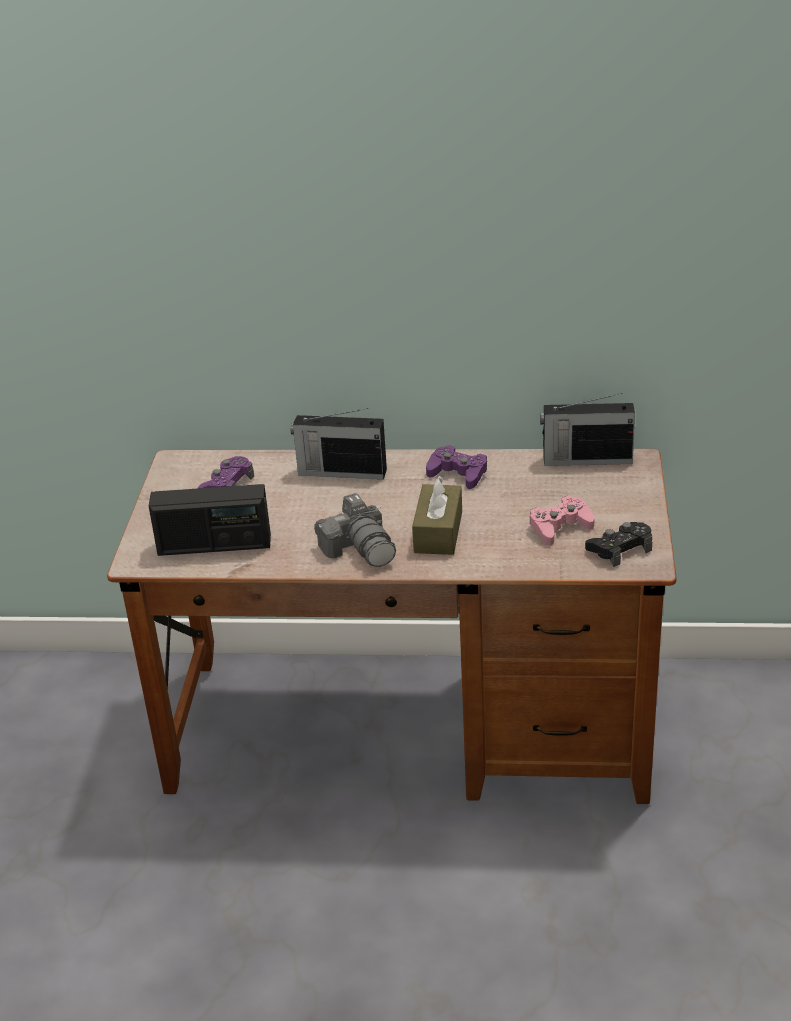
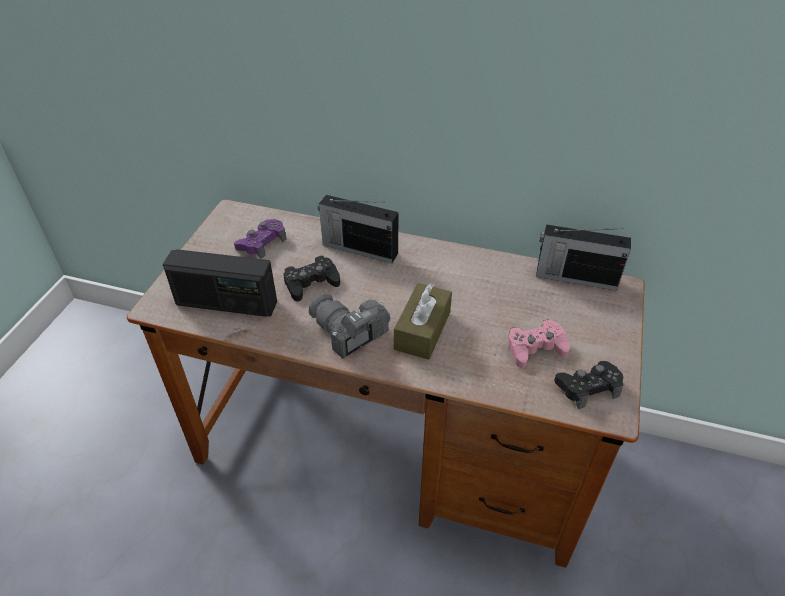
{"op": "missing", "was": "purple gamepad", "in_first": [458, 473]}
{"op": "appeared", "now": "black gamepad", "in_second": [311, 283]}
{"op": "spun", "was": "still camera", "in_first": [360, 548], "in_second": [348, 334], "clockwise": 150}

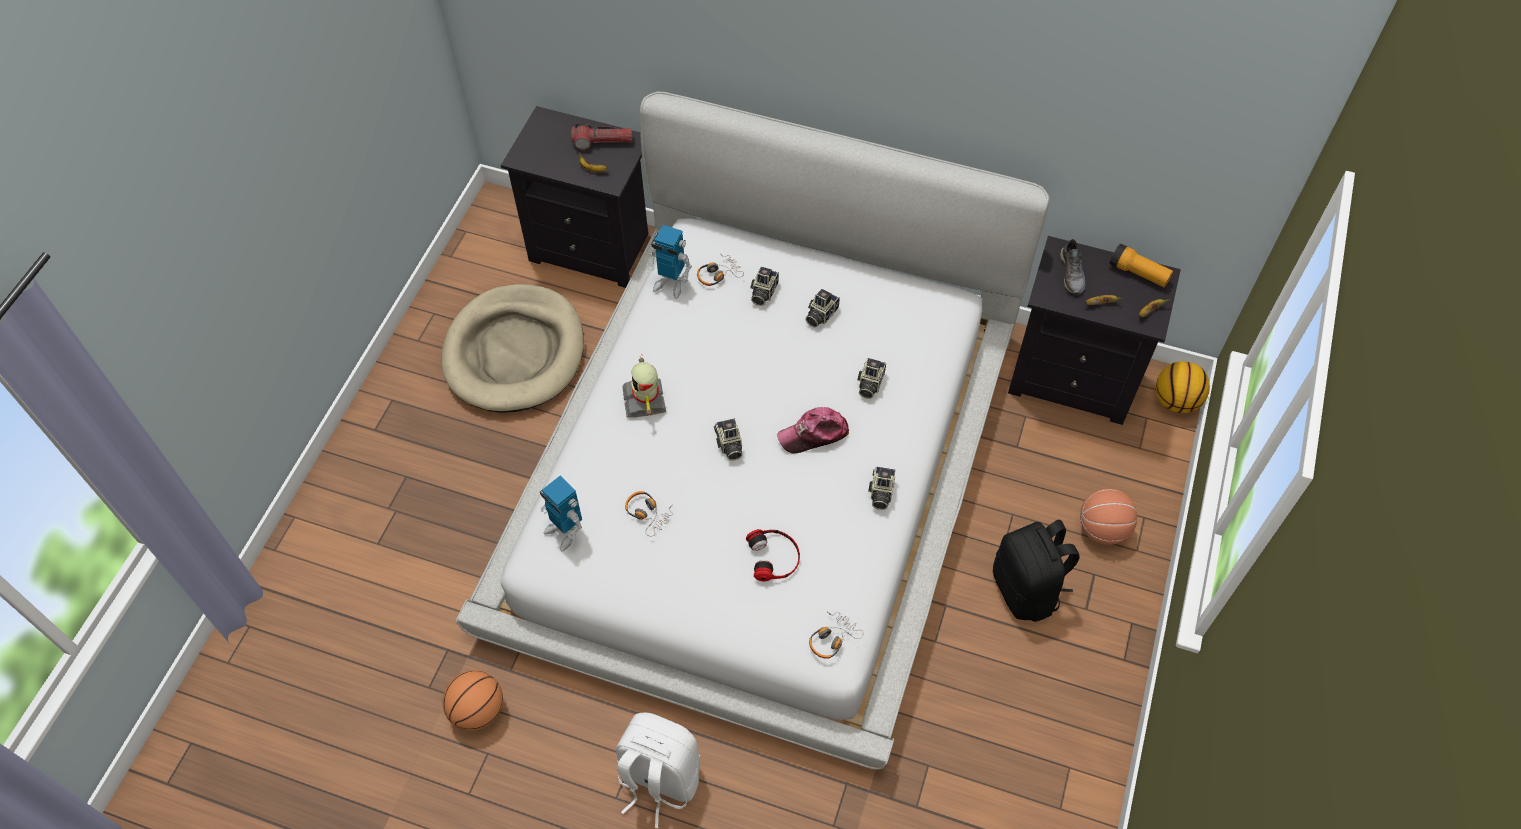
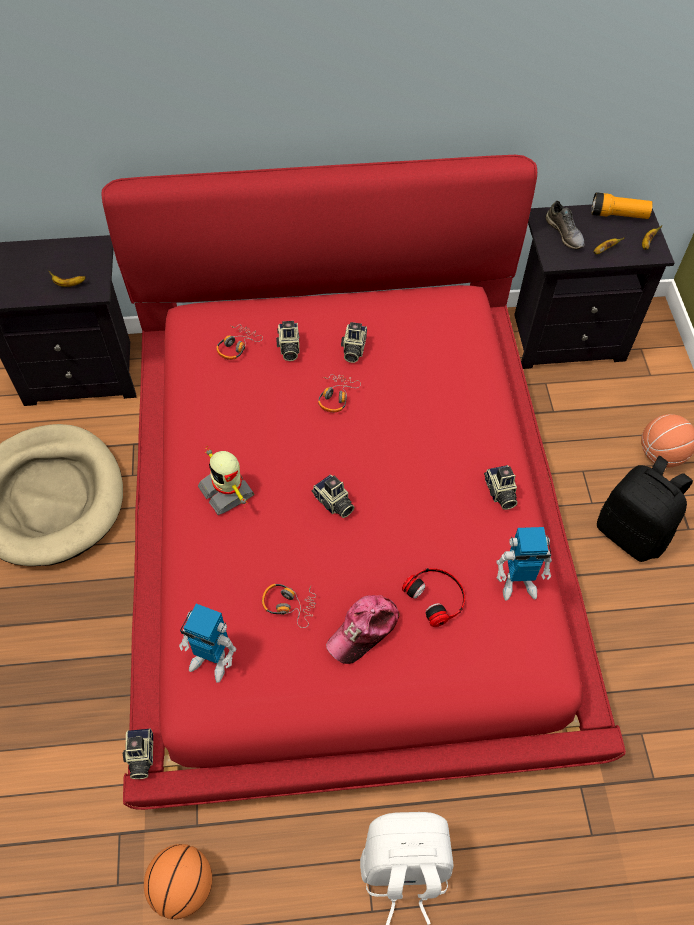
{"op": "missing", "was": "flashlight", "in_first": [602, 142]}
{"op": "missing", "was": "basketball", "in_first": [1176, 401]}
{"op": "relocated", "was": "robot figure", "in_first": [670, 284], "in_second": [518, 583]}
{"op": "relocated", "was": "peaked cap", "in_first": [814, 434], "in_second": [364, 630]}
{"op": "relocated", "was": "headset", "in_first": [832, 638], "in_second": [336, 396]}
{"op": "relocated", "was": "still camera", "in_first": [869, 384], "in_second": [140, 756]}
{"op": "colour", "was": "white-coloured bedroom bed", "now": "red-coloured bedroom bed", "in_first": [760, 474], "in_second": [346, 522]}

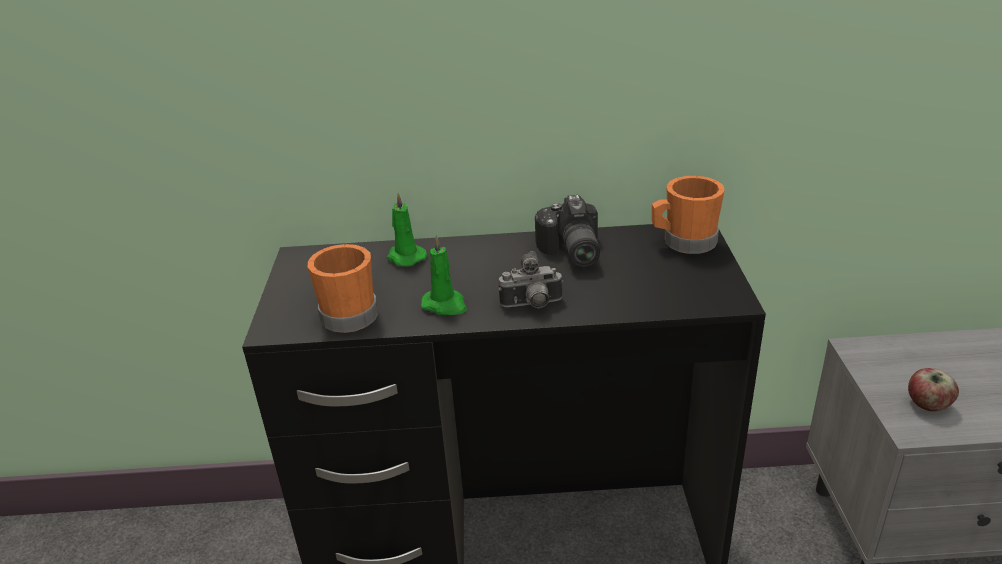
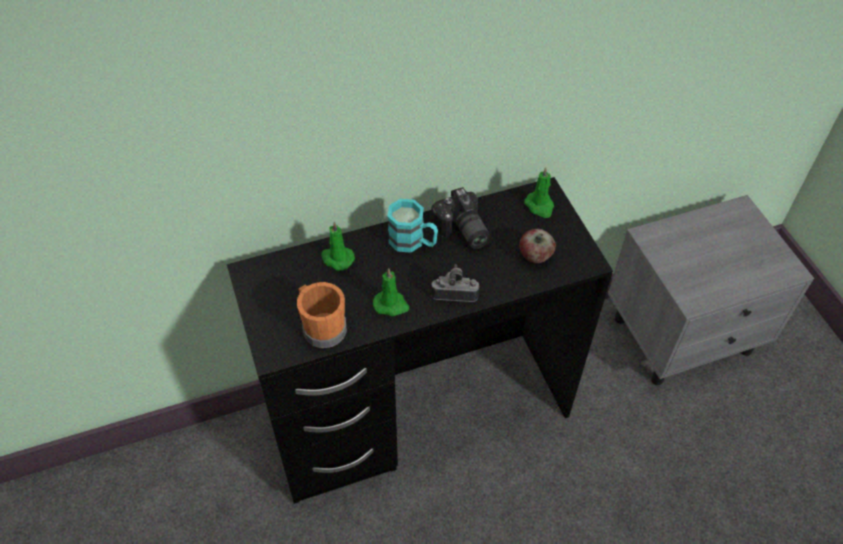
{"op": "appeared", "now": "blue-green coffee mug", "in_second": [413, 242]}
{"op": "relocated", "was": "whole apple", "in_first": [927, 405], "in_second": [535, 256]}
{"op": "exchanged", "was": "orange-coloured coffee mug", "now": "greenish wax candle", "in_first": [684, 242], "in_second": [540, 206]}
{"op": "spun", "was": "still camera", "in_first": [532, 305], "in_second": [454, 293], "clockwise": -150}

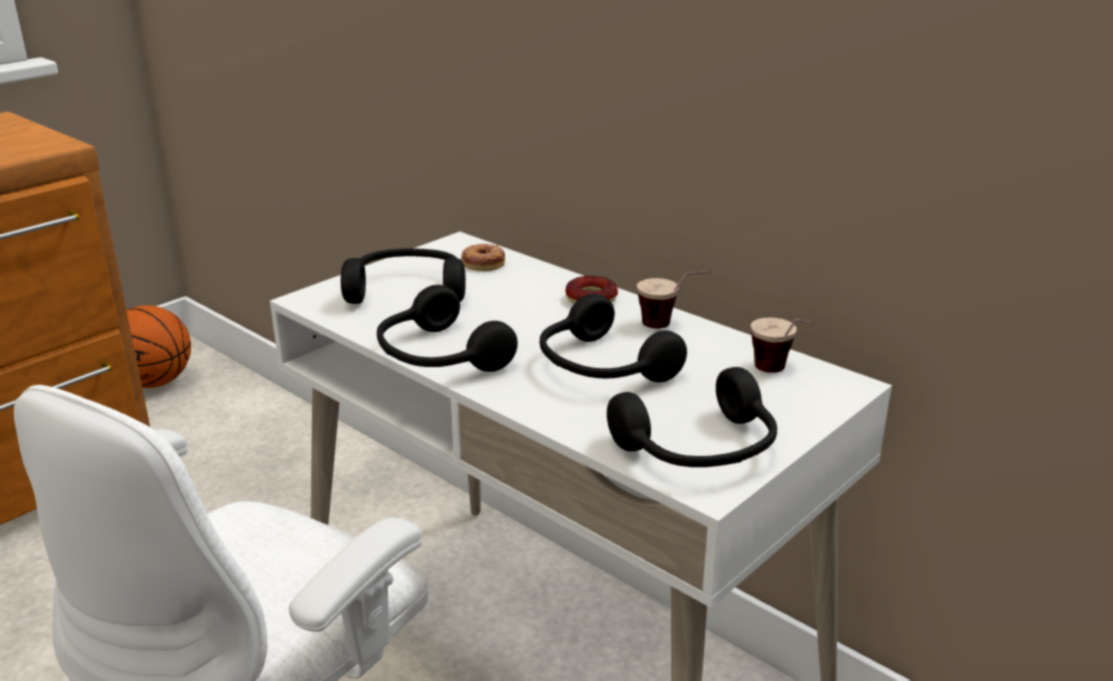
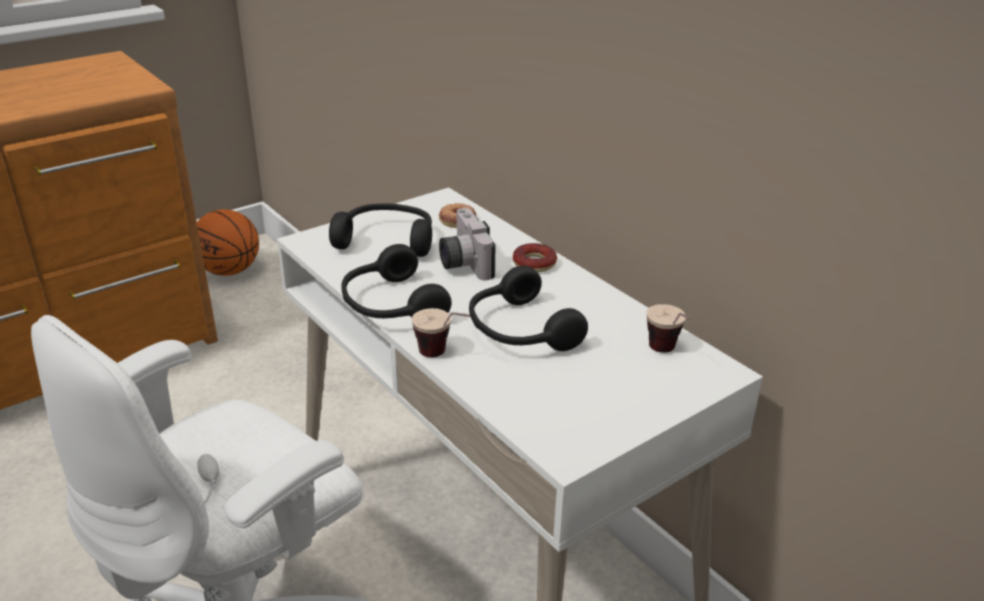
{"op": "missing", "was": "black headset", "in_first": [700, 450]}
{"op": "appeared", "now": "still camera", "in_second": [462, 262]}
{"op": "relocated", "was": "small cup", "in_first": [671, 327], "in_second": [443, 357]}

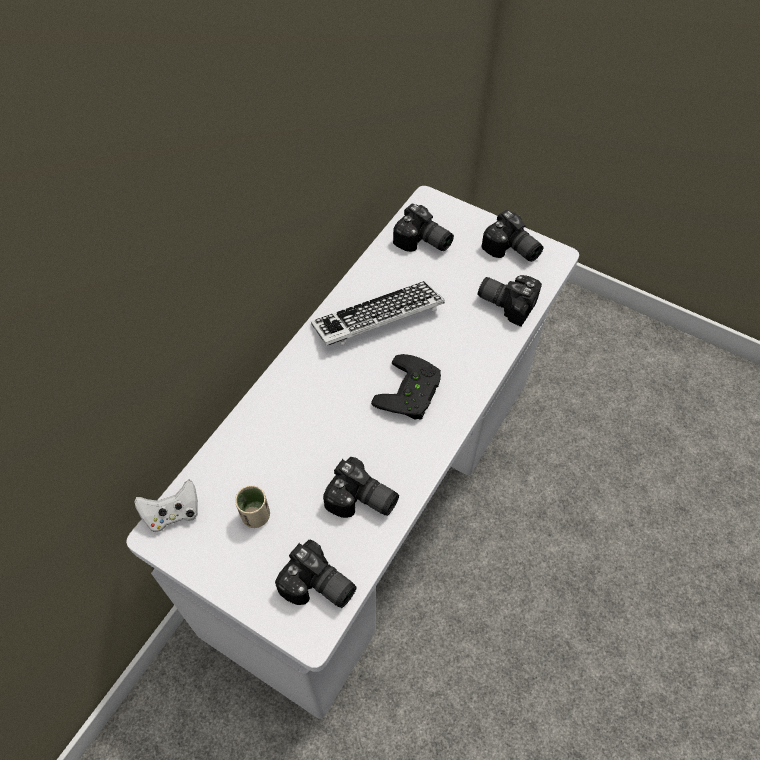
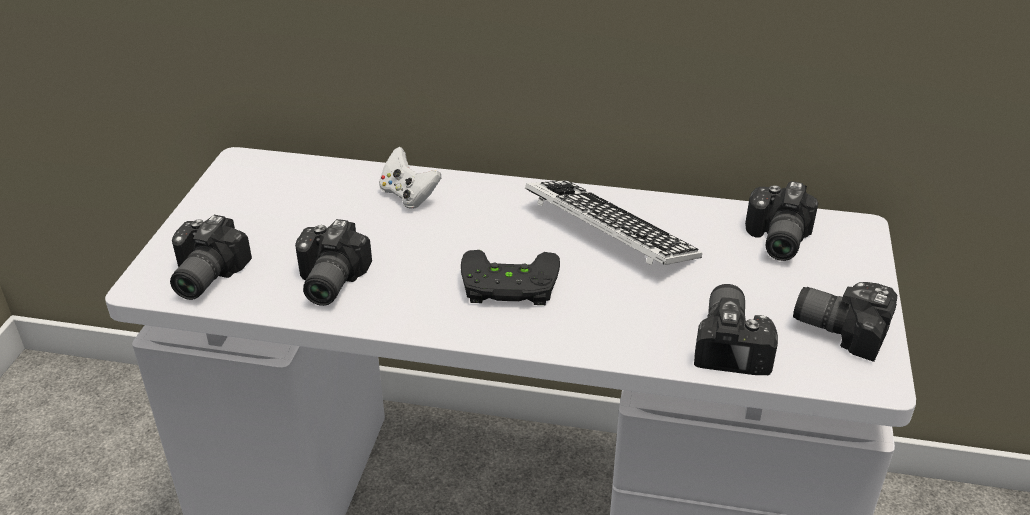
{"op": "missing", "was": "beige-coloured small cup", "in_first": [256, 516]}
{"op": "relocated", "was": "white-coloured gamepad", "in_first": [173, 514], "in_second": [408, 196]}
{"op": "spun", "was": "still camera", "in_first": [511, 250], "in_second": [841, 328], "clockwise": 90}

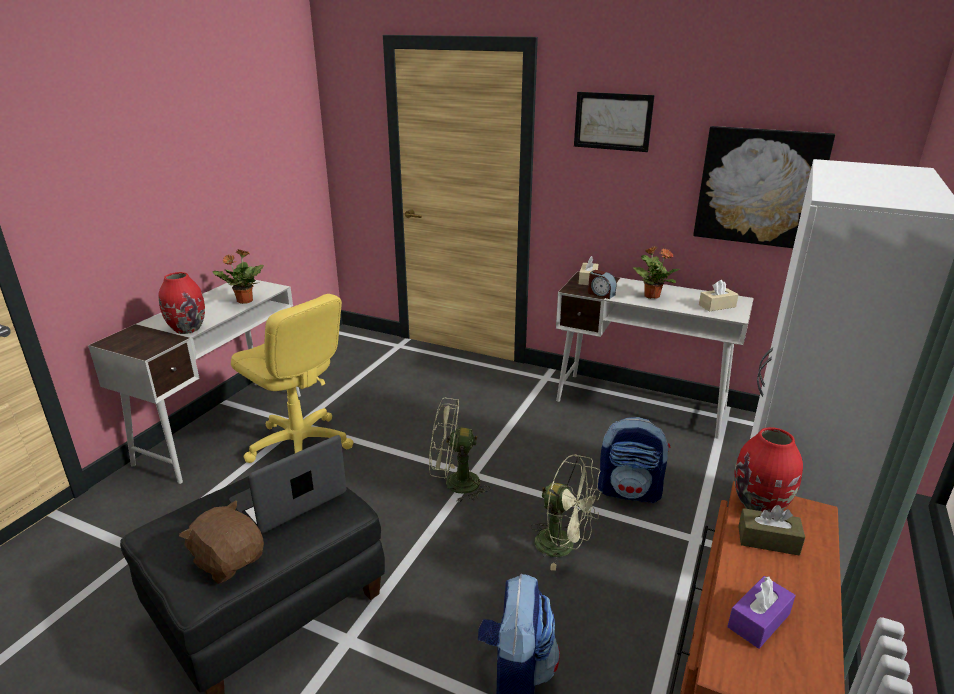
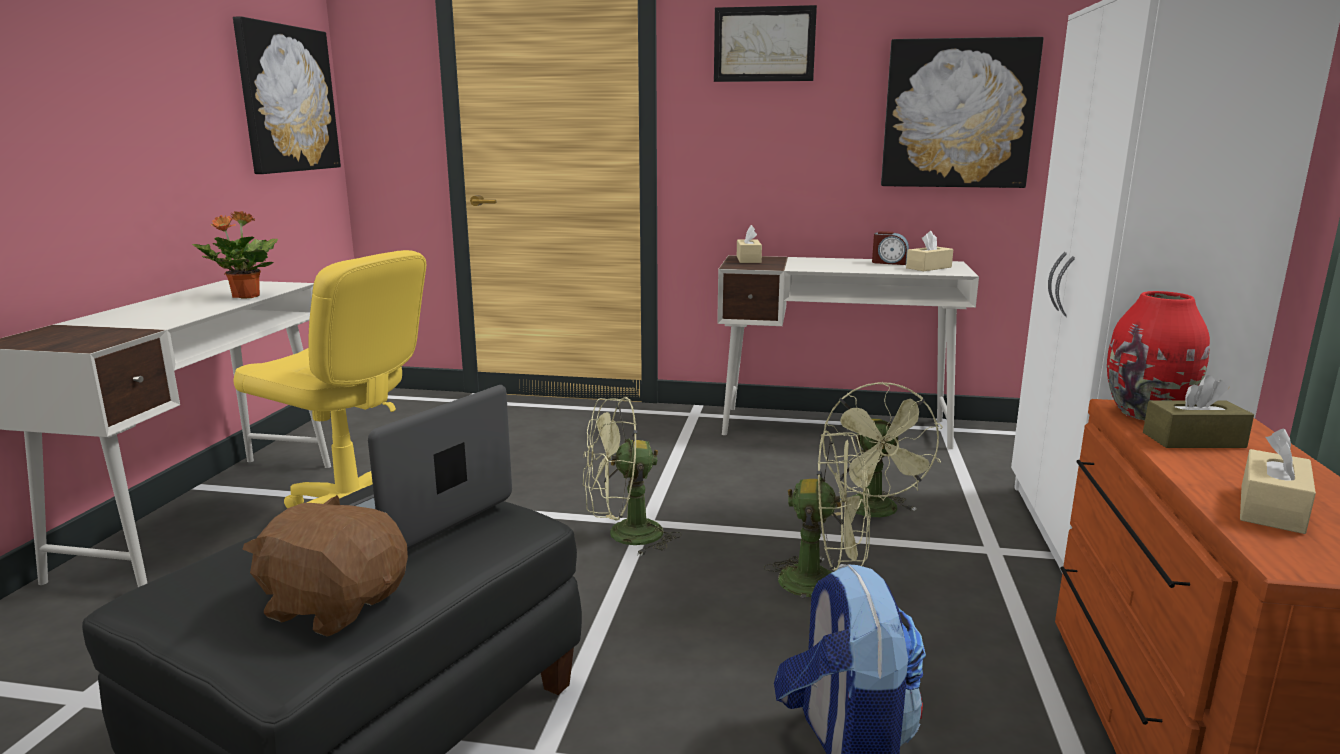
{"op": "missing", "was": "red-coloured decorative vase", "in_first": [187, 329]}
{"op": "missing", "was": "plant in a pot", "in_first": [651, 296]}
{"op": "appeared", "now": "wall art", "in_second": [287, 99]}
{"op": "relocated", "was": "bedside clock", "in_first": [601, 294], "in_second": [889, 262]}
{"op": "exchanged", "was": "backpack", "now": "greenish fan", "in_first": [630, 491], "in_second": [876, 513]}
{"op": "colour", "was": "purple tissue box", "now": "beige-coloured tissue box", "in_first": [758, 620], "in_second": [1271, 509]}

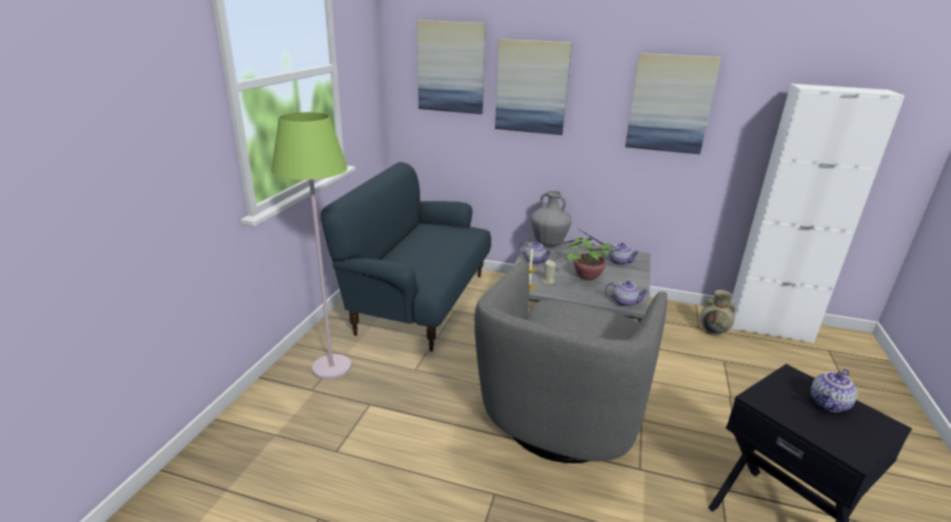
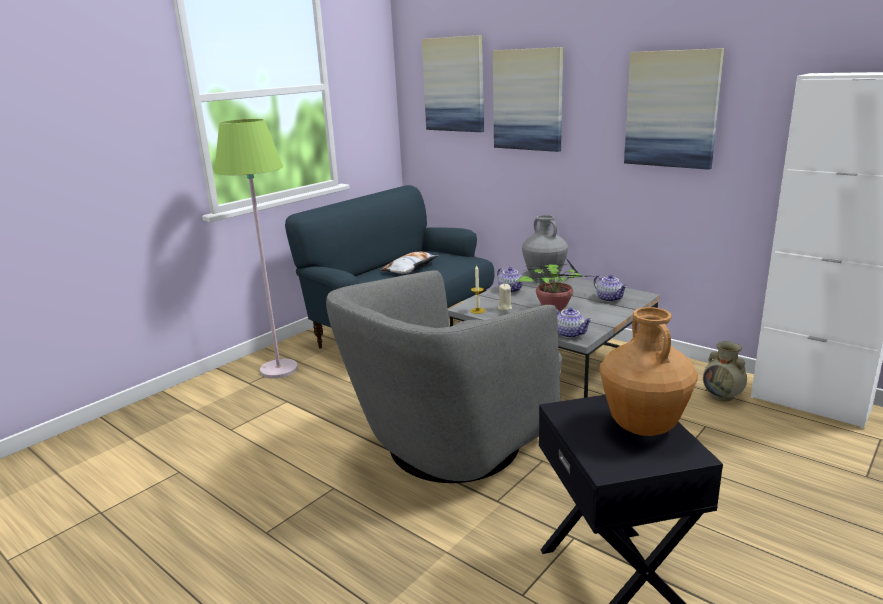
{"op": "appeared", "now": "cushion", "in_second": [410, 268]}
{"op": "exchanged", "was": "tea pot", "now": "brown decorative vase", "in_first": [829, 404], "in_second": [643, 427]}

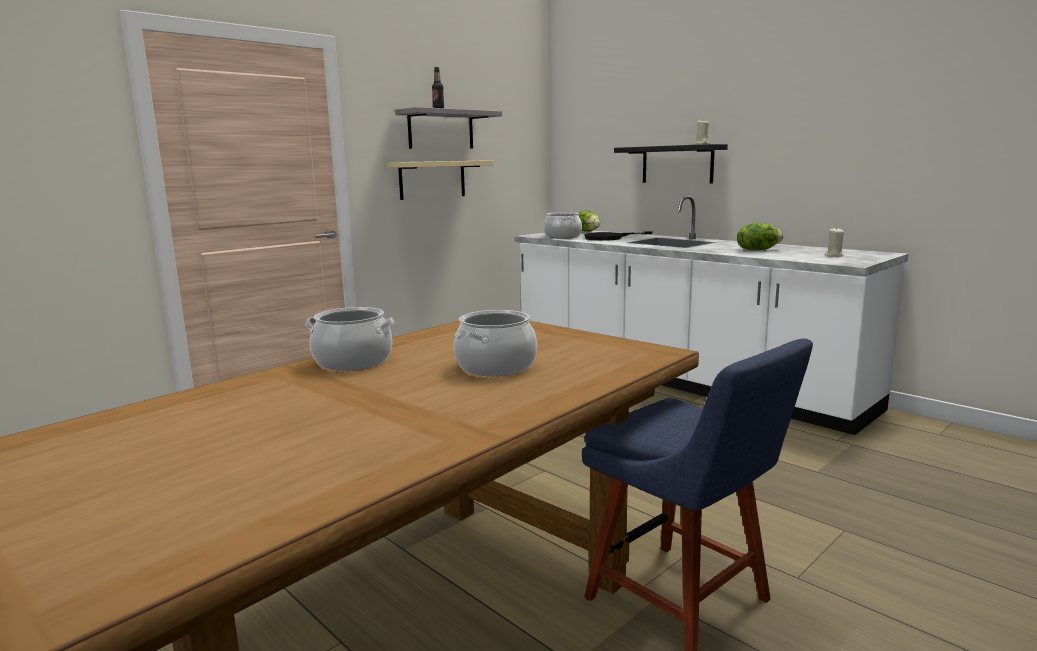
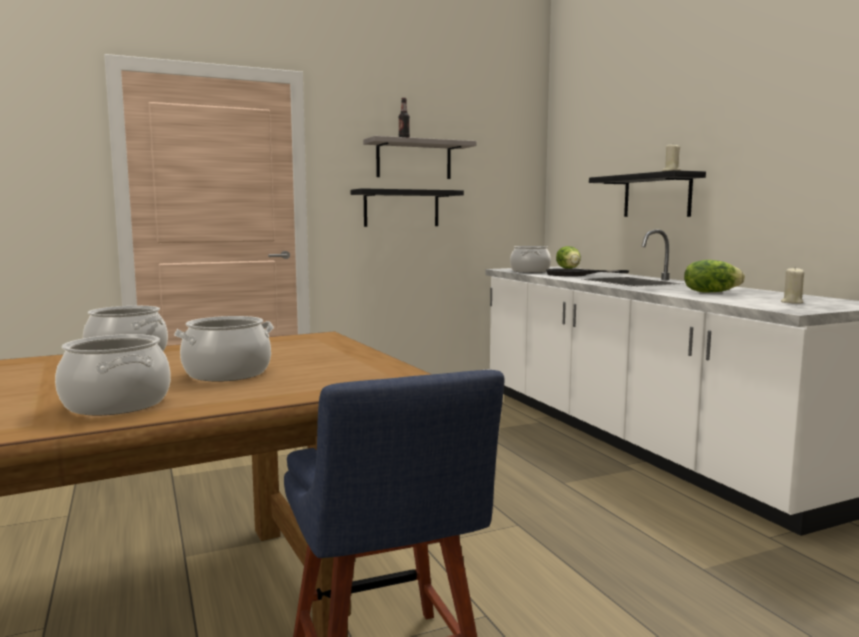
{"op": "appeared", "now": "cooking pot", "in_second": [117, 404]}
{"op": "colour", "was": "beige-coloured shelf", "now": "black shelf", "in_first": [432, 179], "in_second": [401, 208]}

